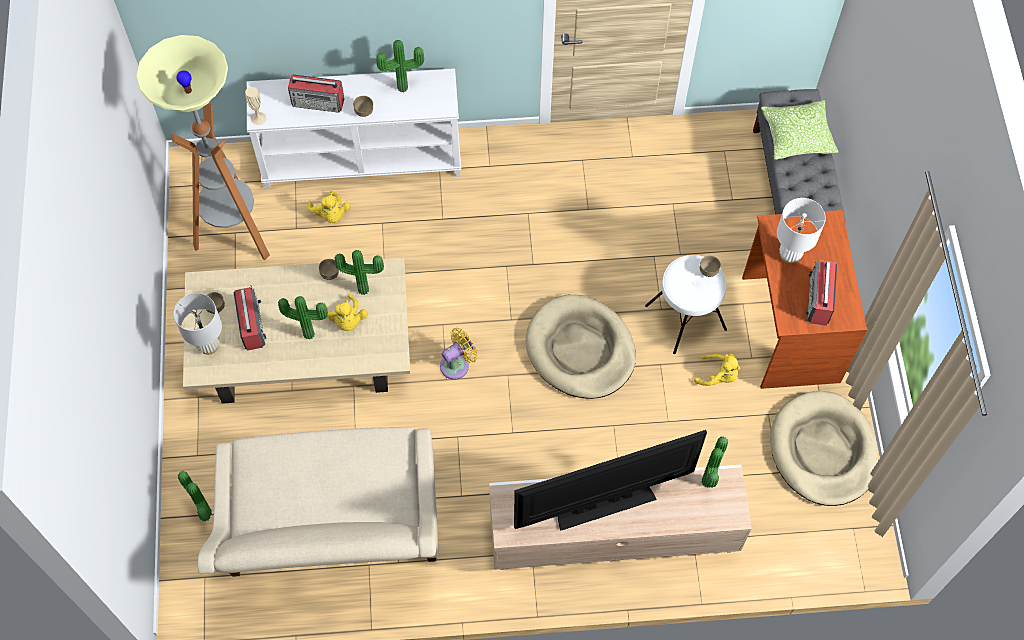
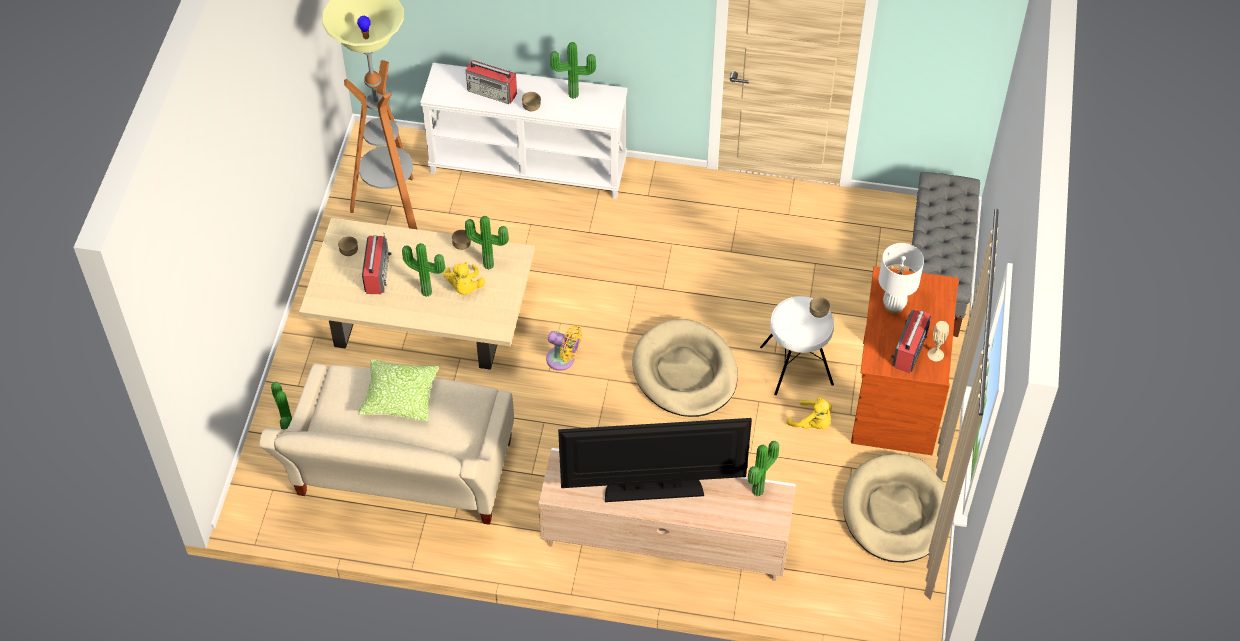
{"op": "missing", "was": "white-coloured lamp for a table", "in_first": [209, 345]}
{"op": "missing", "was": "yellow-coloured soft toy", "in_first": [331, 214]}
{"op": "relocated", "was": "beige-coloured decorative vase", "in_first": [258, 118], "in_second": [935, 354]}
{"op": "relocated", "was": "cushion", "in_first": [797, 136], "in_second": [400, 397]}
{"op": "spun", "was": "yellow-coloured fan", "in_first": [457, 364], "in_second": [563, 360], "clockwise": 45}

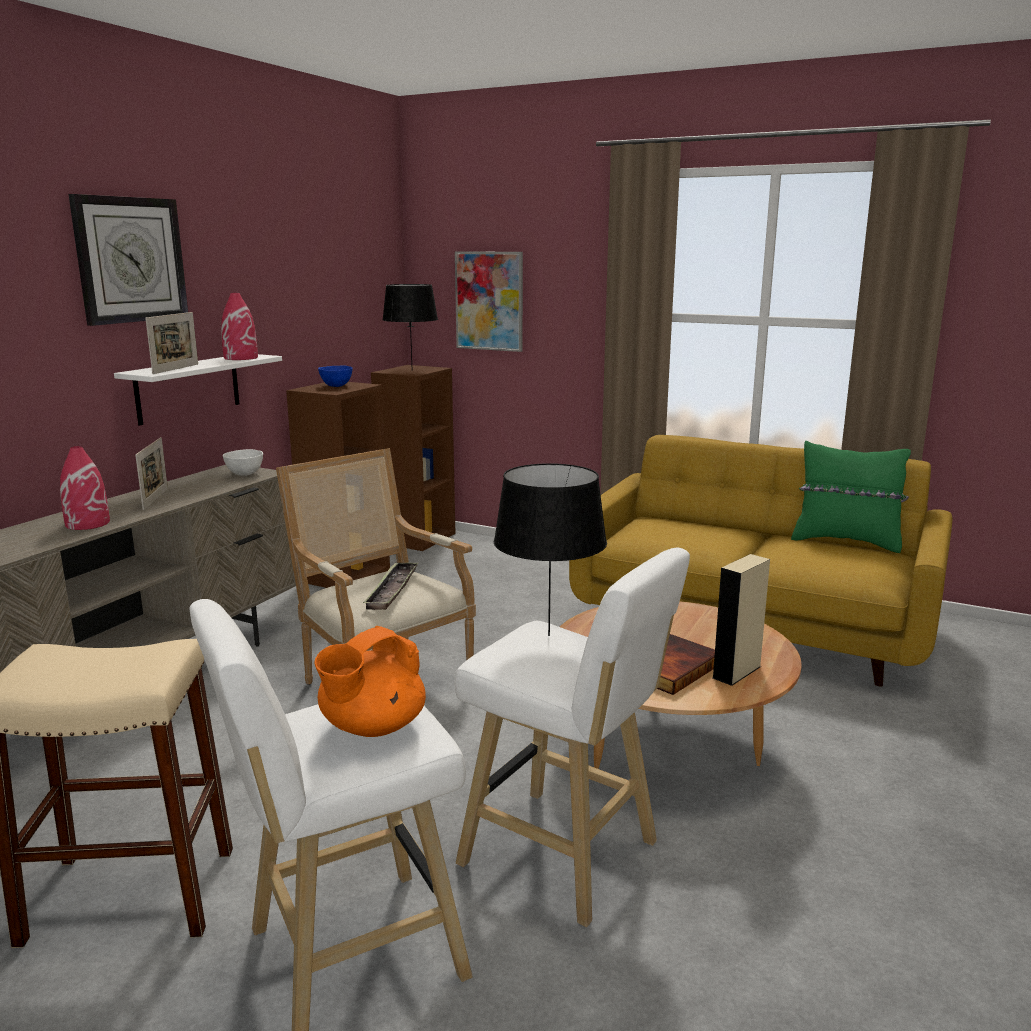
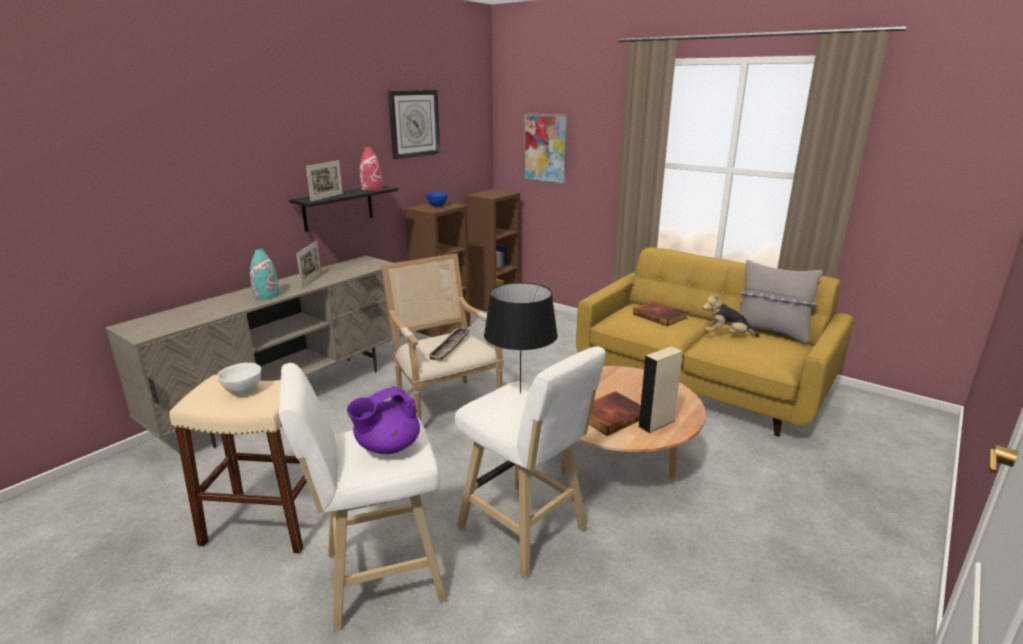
{"op": "missing", "was": "black lamp for a table", "in_first": [411, 370]}
{"op": "appeared", "now": "book", "in_second": [660, 316]}
{"op": "appeared", "now": "soft toy", "in_second": [726, 335]}
{"op": "relocated", "was": "hanging clock", "in_first": [130, 260], "in_second": [414, 123]}
{"op": "relocated", "was": "white-coloured bowl", "in_first": [245, 474], "in_second": [243, 390]}
{"op": "colour", "was": "red-coloured decorative vase", "now": "blue-green decorative vase", "in_first": [88, 523], "in_second": [267, 295]}
{"op": "colour", "was": "white-coloured shelf", "now": "black shelf", "in_first": [188, 388], "in_second": [338, 208]}
{"op": "colour", "was": "orange-coloured tea pot", "now": "purple tea pot", "in_first": [371, 727], "in_second": [387, 447]}
{"op": "colour", "was": "greenish cushion", "now": "grey cushion", "in_first": [846, 541], "in_second": [770, 332]}

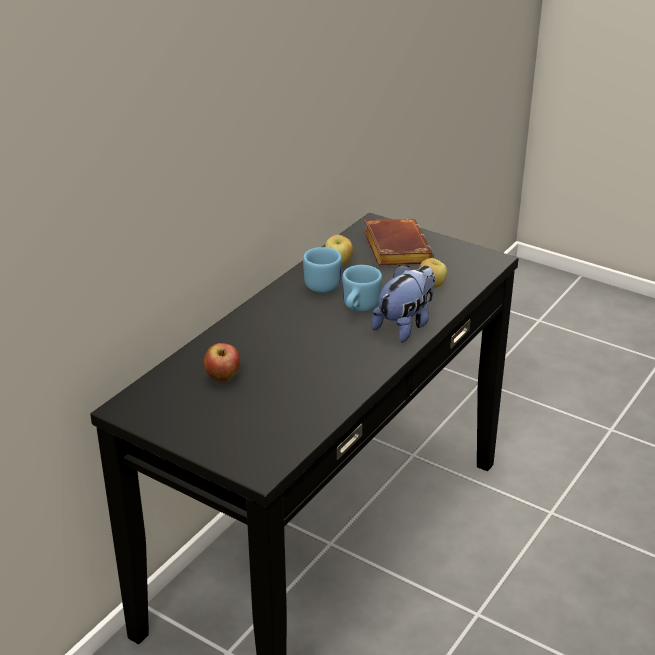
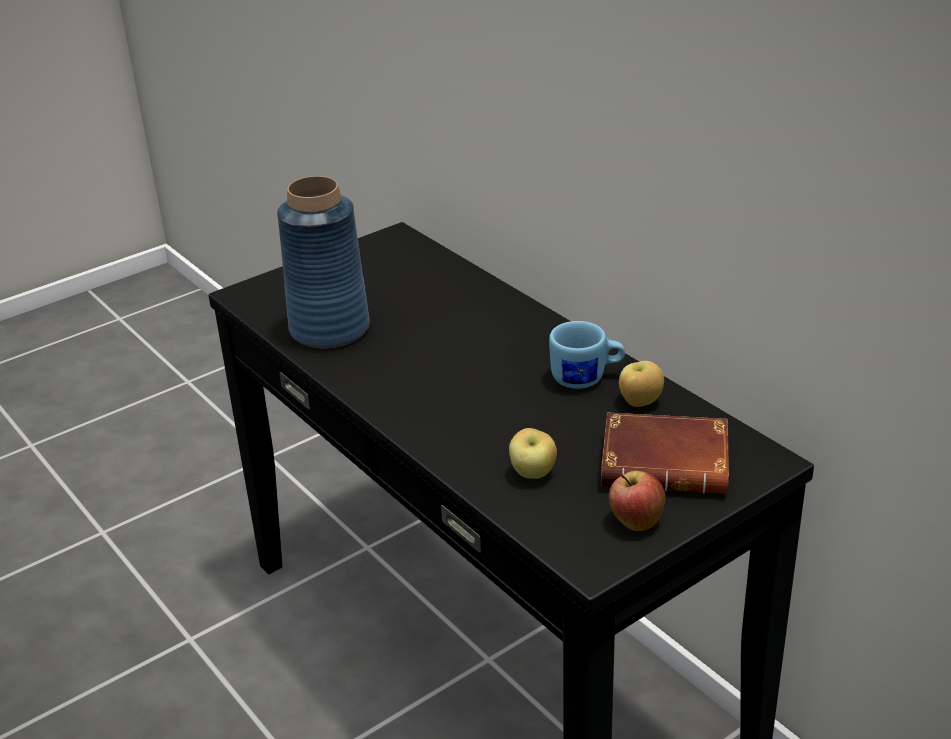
{"op": "missing", "was": "bluish coffee mug", "in_first": [358, 308]}
{"op": "missing", "was": "soft toy", "in_first": [405, 326]}
{"op": "appeared", "now": "bluish decorative vase", "in_second": [329, 328]}
{"op": "relocated", "was": "whole apple", "in_first": [223, 378], "in_second": [635, 522]}

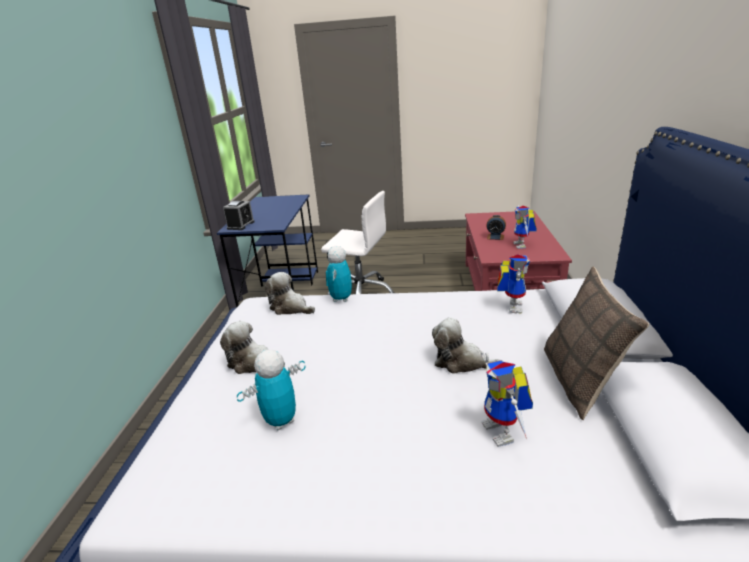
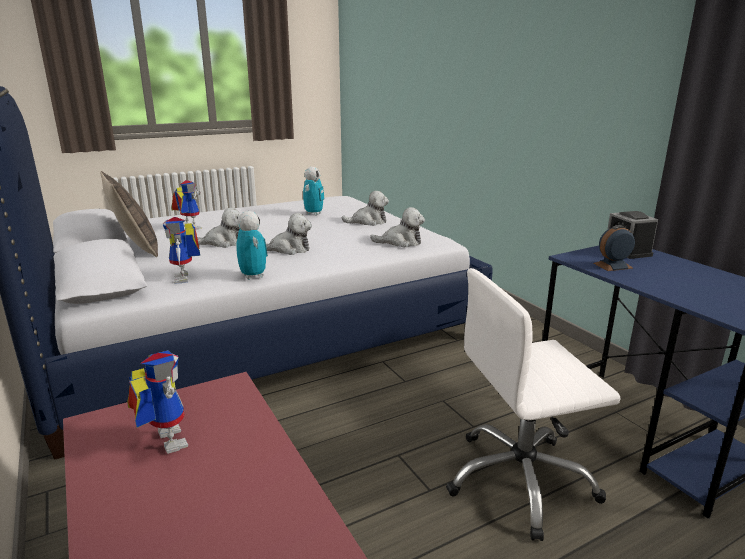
{"op": "appeared", "now": "soft toy", "in_second": [288, 249]}
{"op": "relocated", "was": "robot figure", "in_first": [341, 299], "in_second": [253, 276]}
{"op": "relocated", "was": "bedside clock", "in_first": [495, 237], "in_second": [613, 266]}

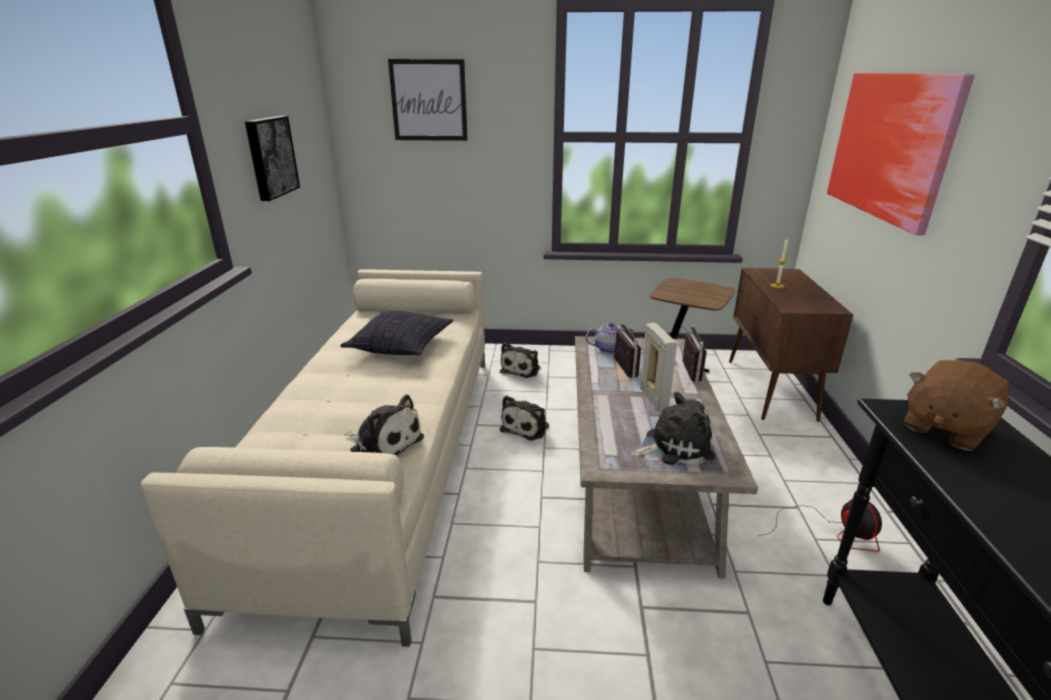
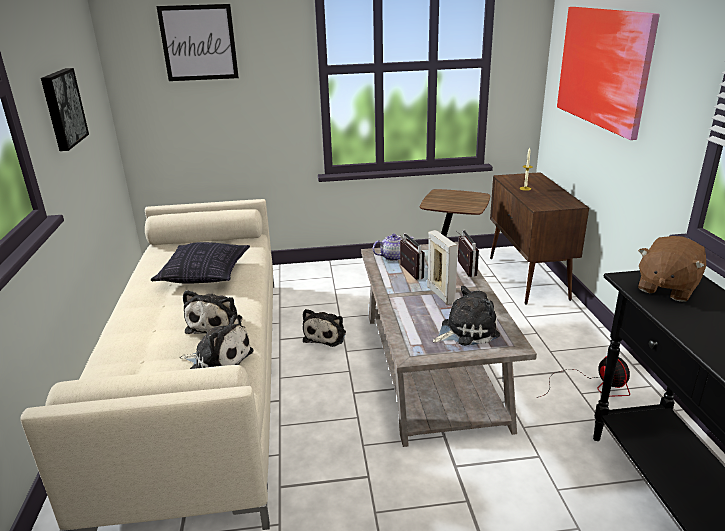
{"op": "relocated", "was": "soft toy", "in_first": [521, 369], "in_second": [216, 324]}

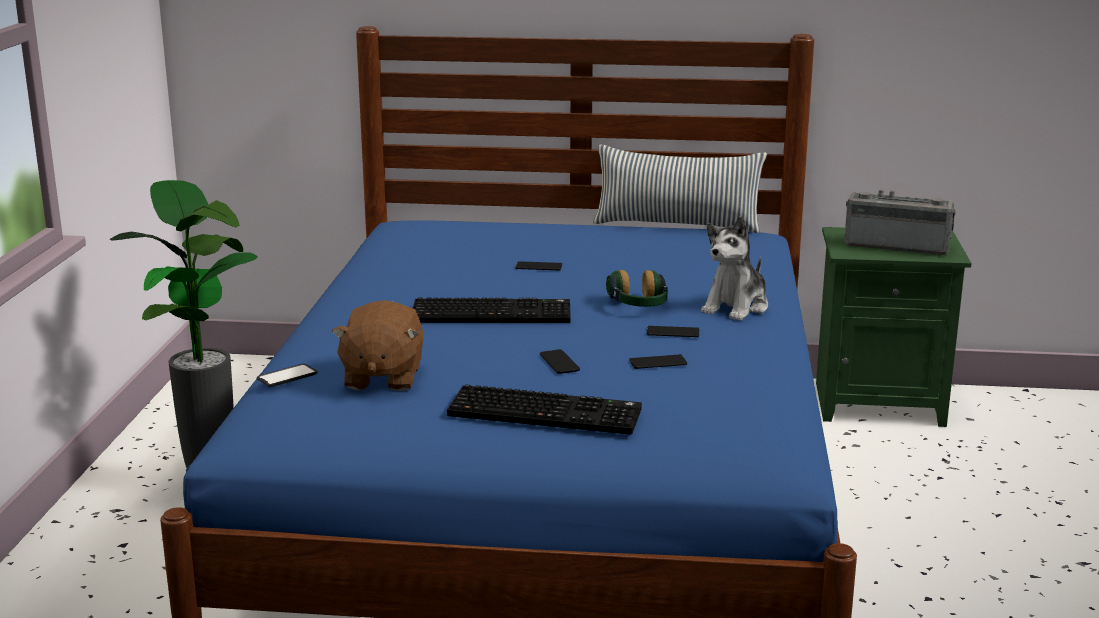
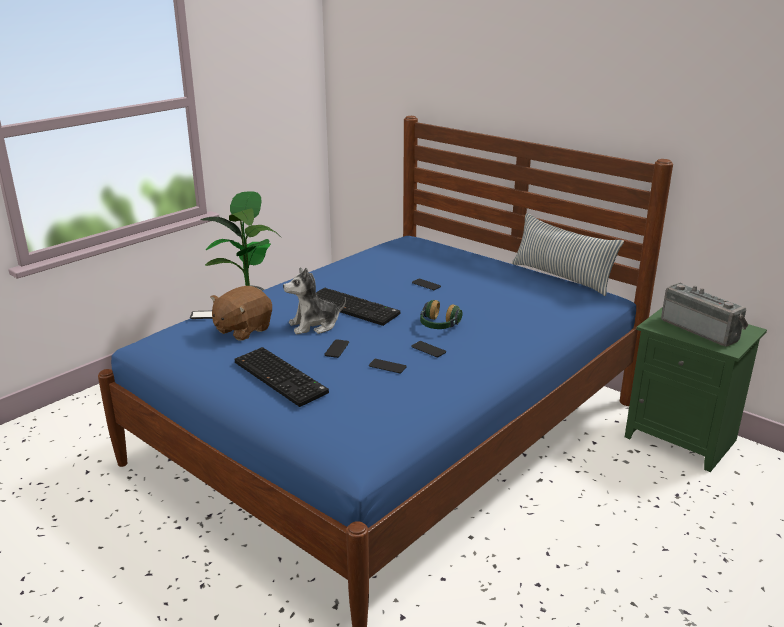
{"op": "relocated", "was": "soft toy", "in_first": [736, 307], "in_second": [314, 325]}

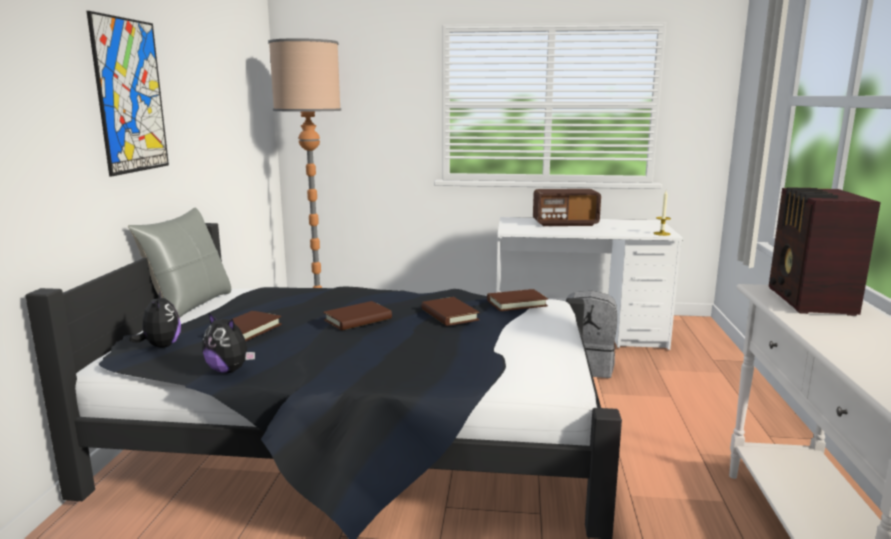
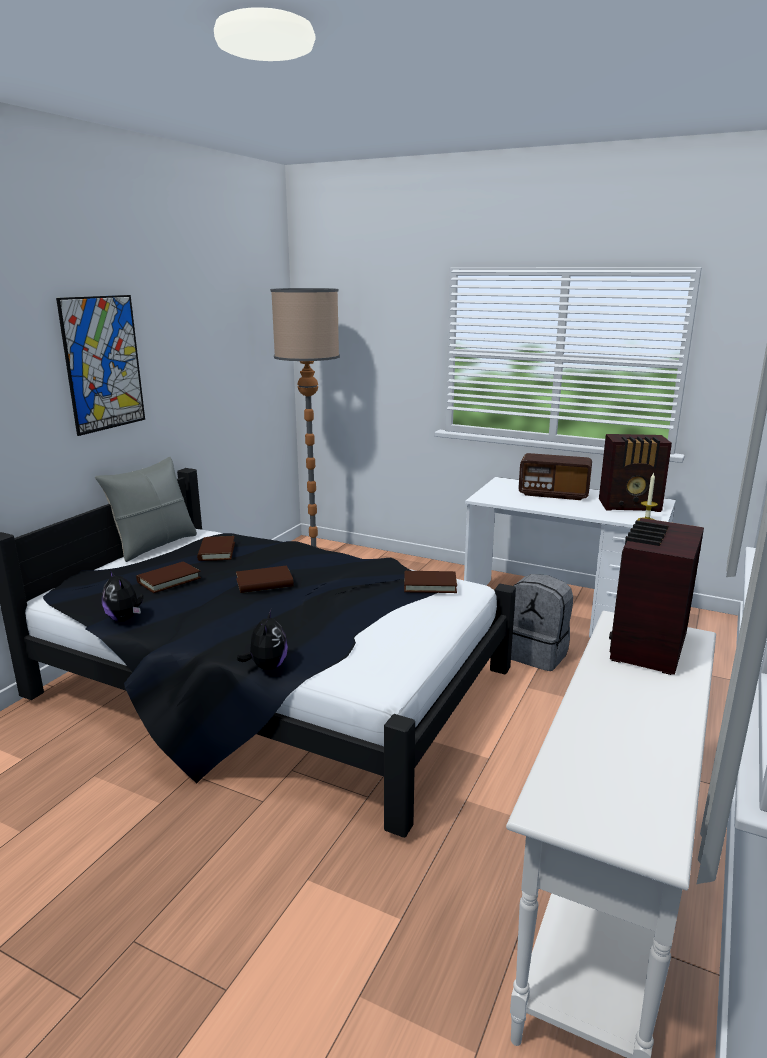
{"op": "appeared", "now": "radio", "in_second": [631, 506]}
{"op": "relocated", "was": "soft toy", "in_first": [161, 346], "in_second": [267, 666]}
{"op": "relocated", "was": "brown book", "in_first": [449, 315], "in_second": [216, 551]}

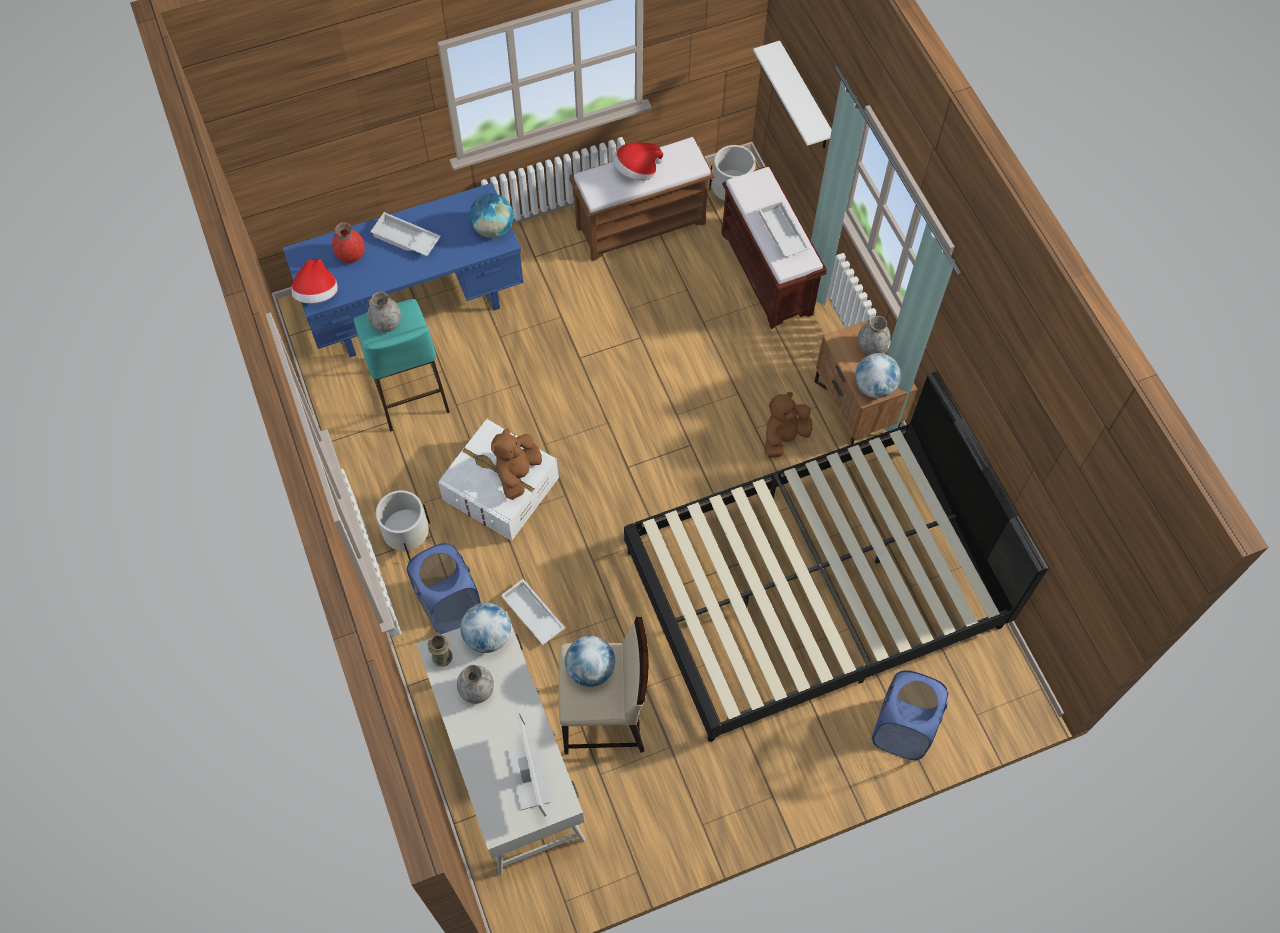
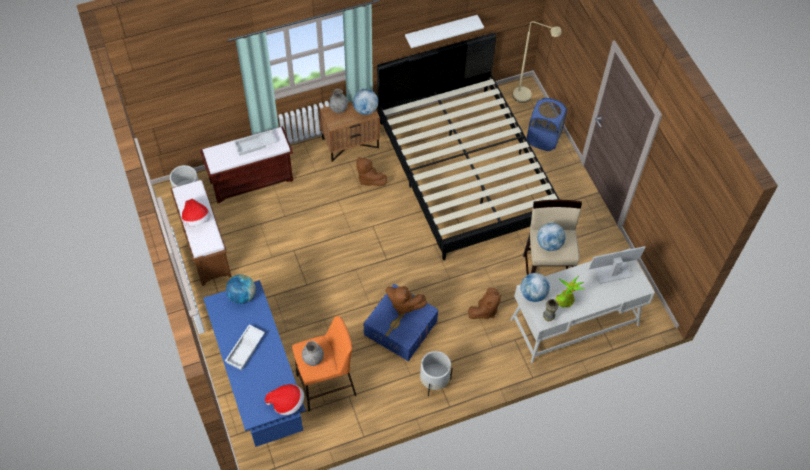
{"op": "missing", "was": "red-coloured decorative vase", "in_first": [351, 255]}
{"op": "missing", "was": "bluish laundry basket", "in_first": [449, 605]}
{"op": "appeared", "now": "beige-coloured floor lamp", "in_second": [527, 97]}
{"op": "relocated", "was": "white-coloured shelf", "in_first": [805, 98], "in_second": [440, 31]}
{"op": "exchanged", "was": "grey decorative vase", "now": "plant in a pot", "in_first": [477, 690], "in_second": [566, 299]}
{"op": "exchanged", "was": "white-coloured carrying tray", "now": "brown soft toy", "in_first": [532, 614], "in_second": [485, 310]}
{"op": "colour", "was": "blue-green stool", "now": "orange-coloured stool", "in_first": [409, 392], "in_second": [326, 385]}
{"op": "colour", "was": "white-coloured storage bin", "now": "bluish storage bin", "in_first": [501, 488], "in_second": [400, 328]}

